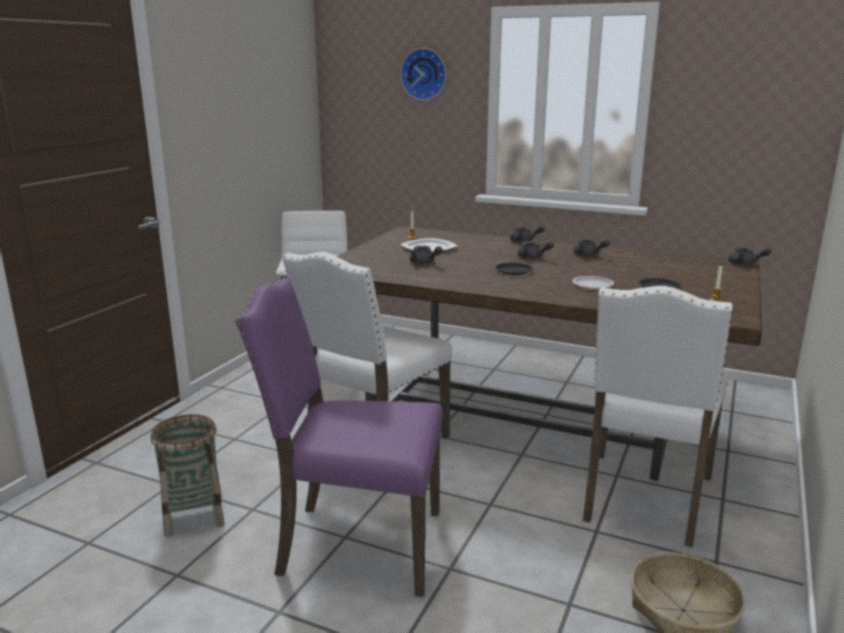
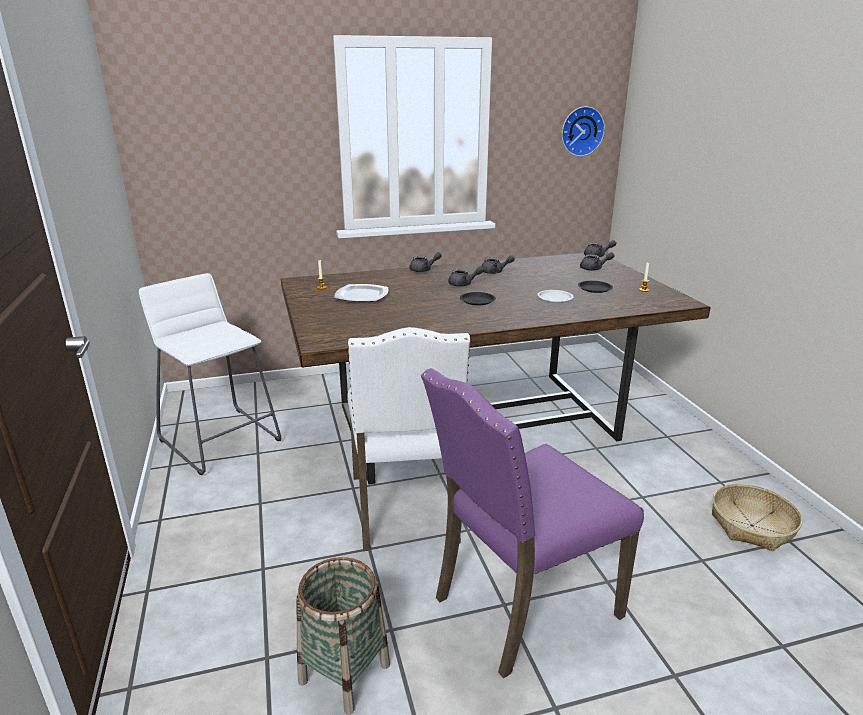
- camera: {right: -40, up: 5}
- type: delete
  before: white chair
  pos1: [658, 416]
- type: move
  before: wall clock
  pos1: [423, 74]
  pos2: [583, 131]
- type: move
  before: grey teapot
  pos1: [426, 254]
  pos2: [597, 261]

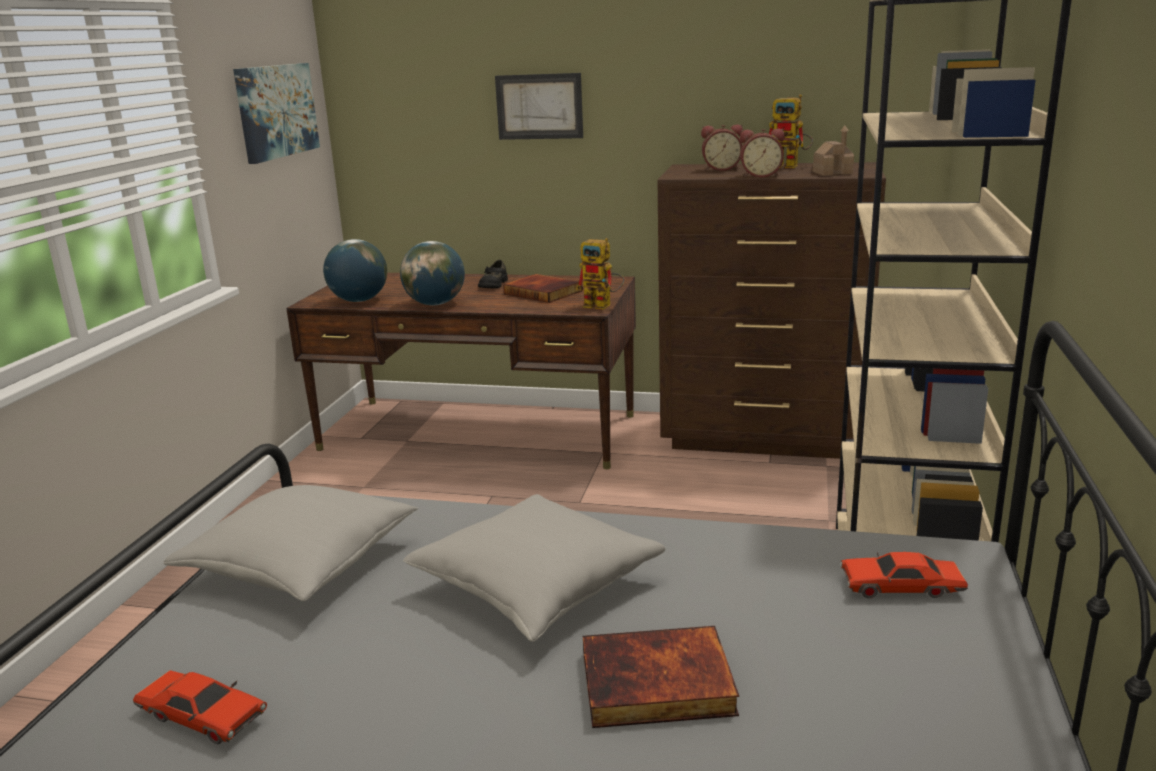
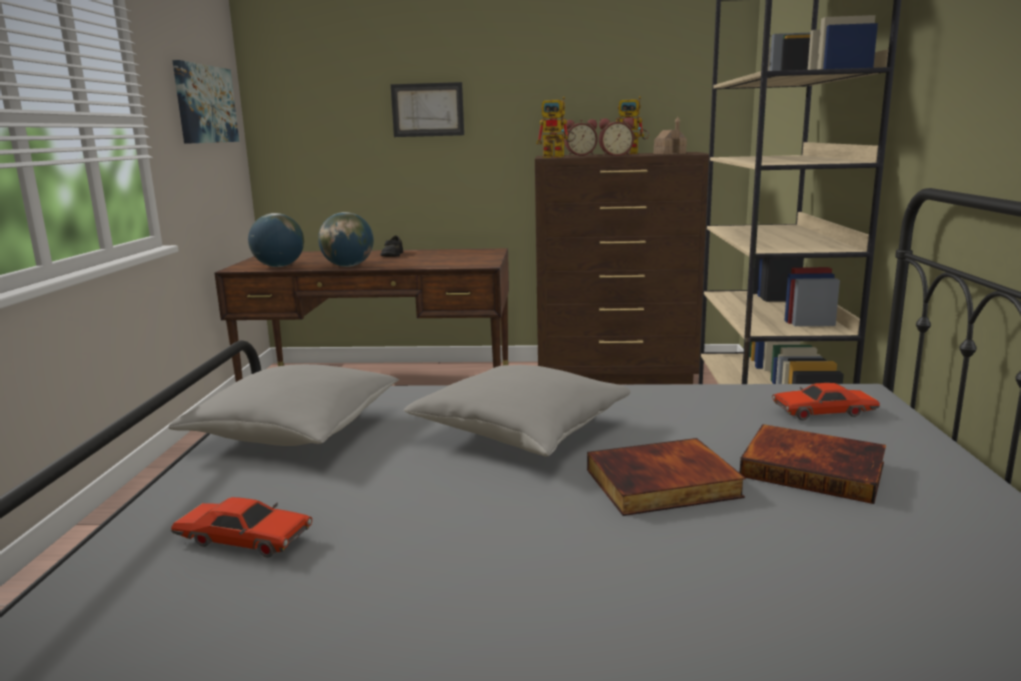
- camera: {right: -10, up: -5}
- type: move
  before: book
  pos1: [542, 288]
  pos2: [813, 464]
- type: move
  before: toy robot
  pos1: [600, 274]
  pos2: [556, 127]

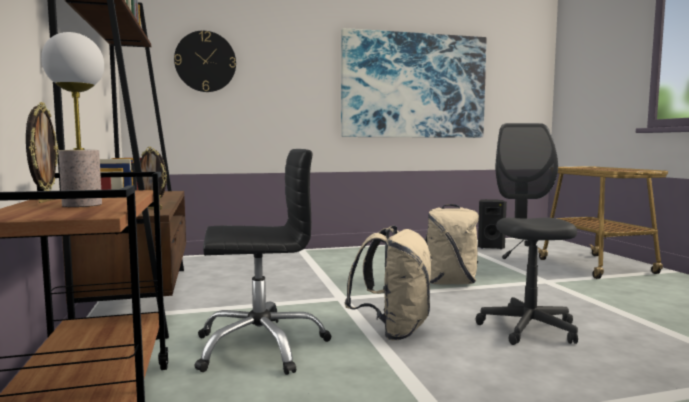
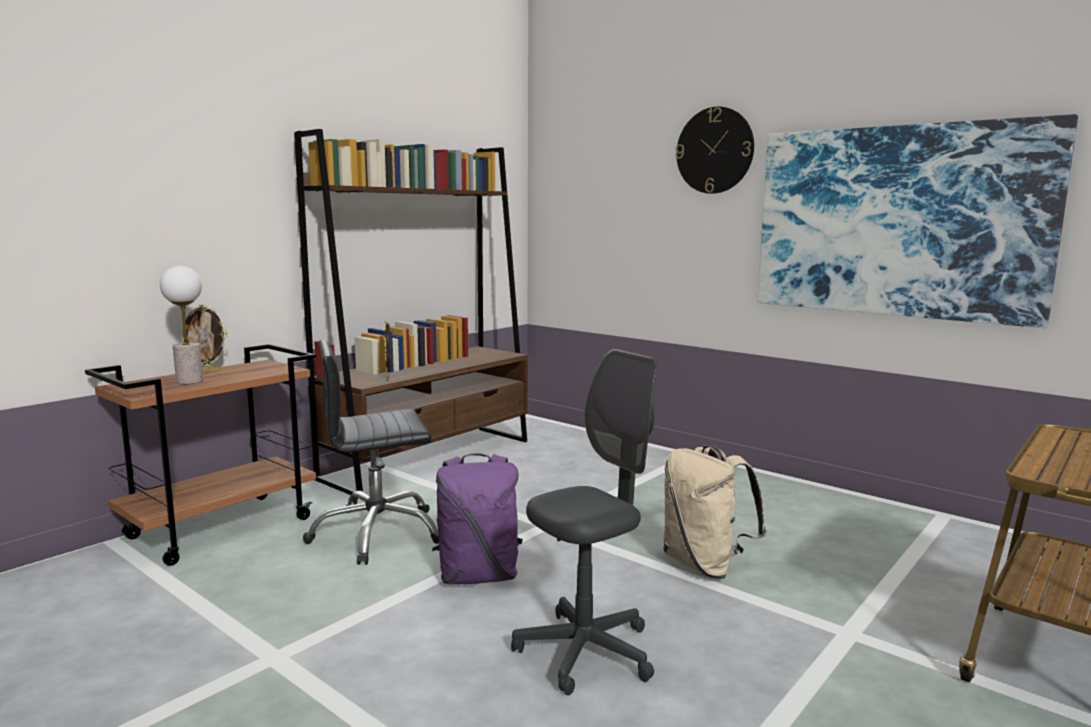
- camera: {right: 55, up: 5}
- type: delete
  before: black speaker
  pos1: [492, 224]
- type: move
  before: wall clock
  pos1: [205, 61]
  pos2: [715, 150]
- type: recolor
  before: beige backpack
  after: purple backpack
  pos1: [388, 282]
  pos2: [477, 518]
- type: rotate
  before: black office chair
  pos1: [263, 262]
  pos2: [371, 452]
  turn: 120

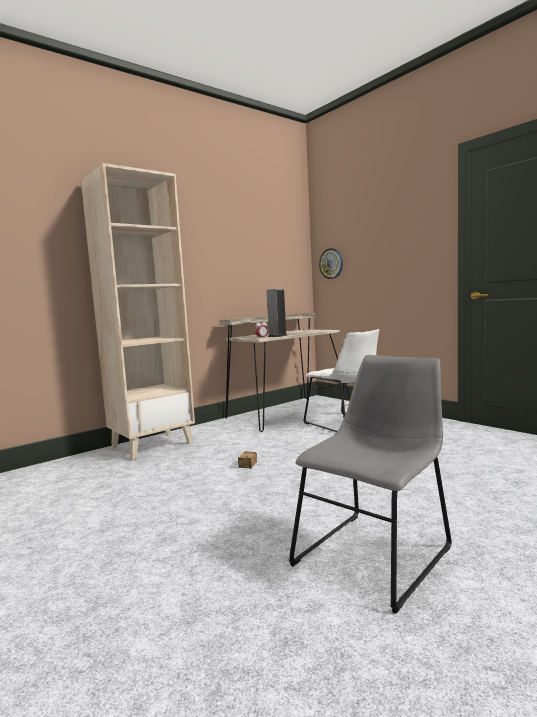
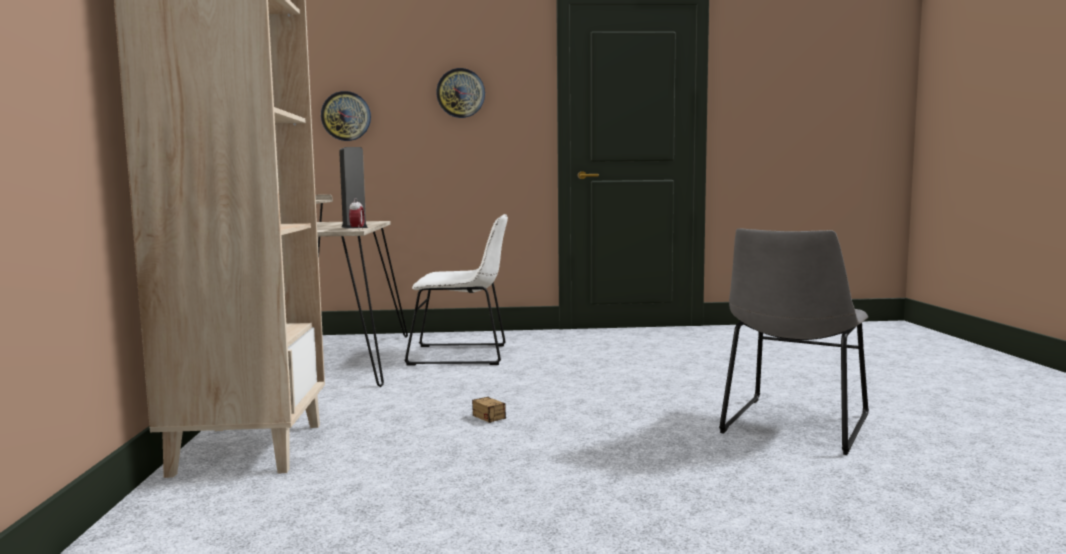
- camera: {right: -55, up: 0}
- type: insert
  after: wall clock
  pos2: [460, 93]
- type: rotate
  before: grey chair
  pos1: [370, 484]
  pos2: [794, 341]
  turn: -135

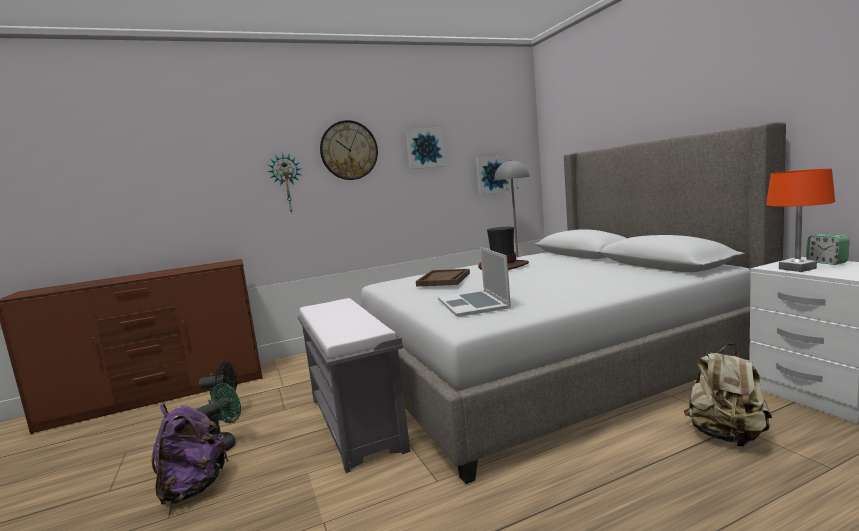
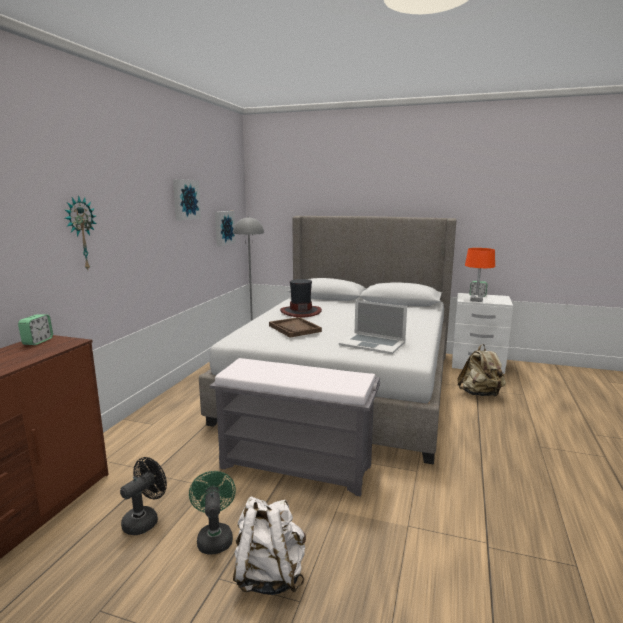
- camera: {right: -50, up: 5}
- type: delete
  before: wall clock
  pos1: [349, 150]
- type: insert
  after: alarm clock
  pos2: [35, 329]
- type: recolor
  before: purple backpack
  after: white backpack
  pos1: [190, 454]
  pos2: [269, 545]

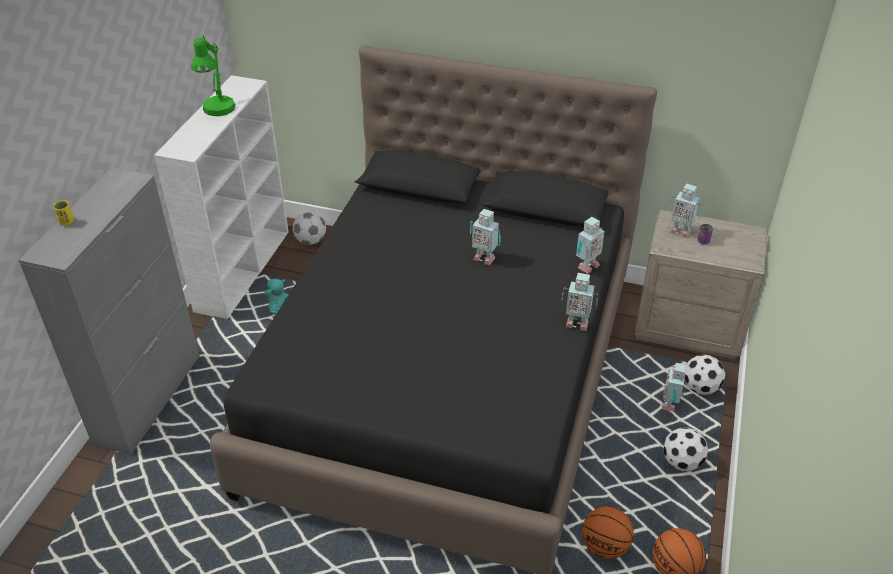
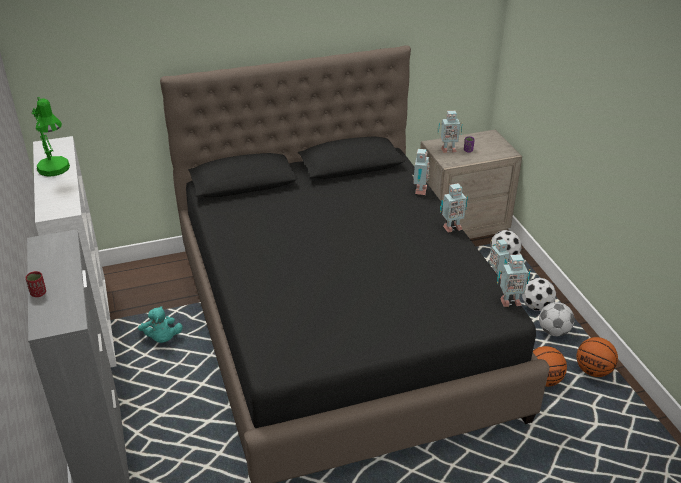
- camera: {right: -35, up: -5}
- type: move
  before: football
  pos1: [309, 228]
  pos2: [556, 319]
- type: move
  before: toy robot
  pos1: [485, 237]
  pos2: [514, 280]
- type: recolor
  before: yellow cup
  after: red cup
  pos1: [63, 212]
  pos2: [36, 284]

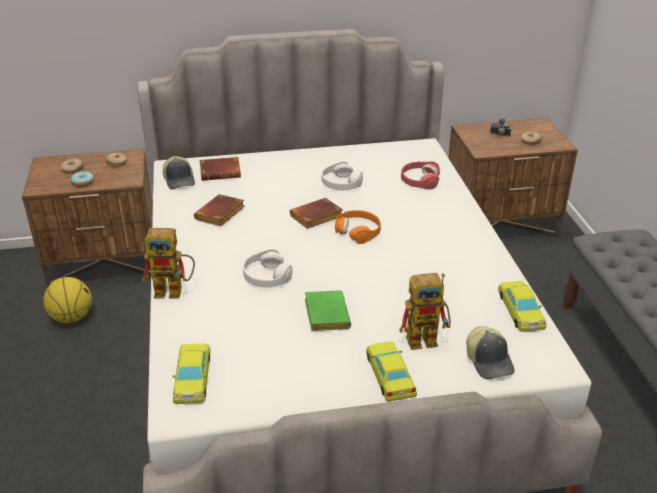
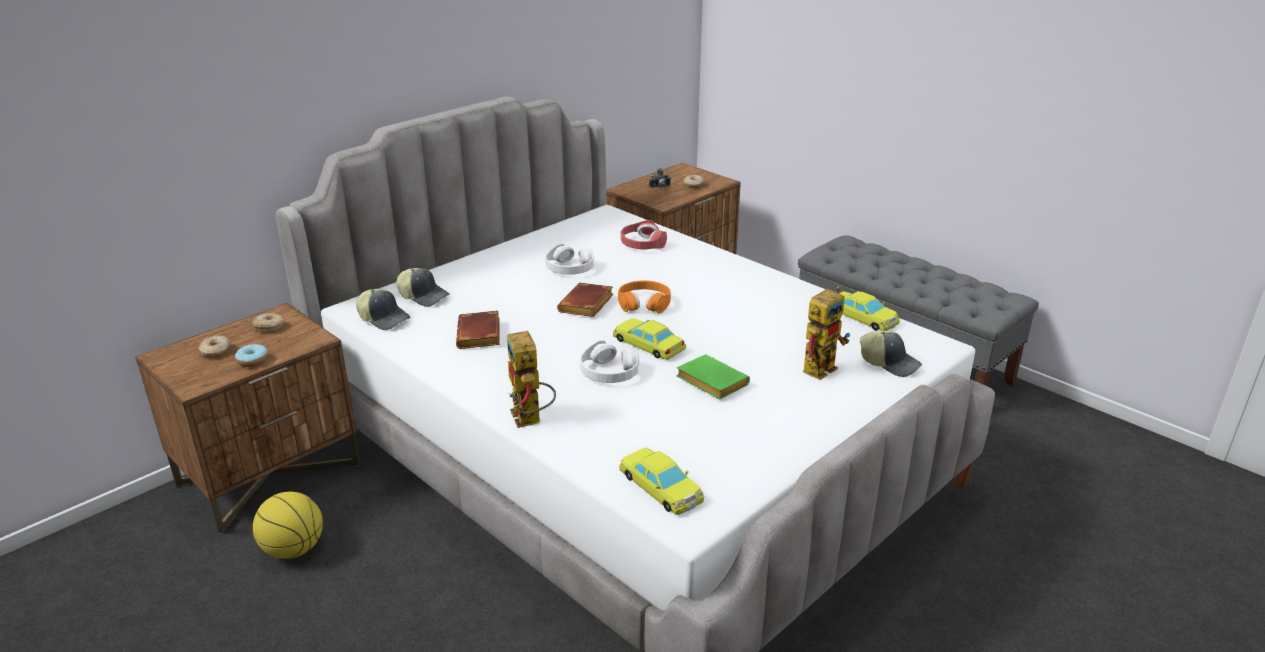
- camera: {right: -35, up: -5}
- type: move
  before: yellow toy car
  pos1: [391, 372]
  pos2: [649, 339]
- type: replace
  before: brown book
  after: cap
  pos1: [220, 169]
  pos2: [423, 287]
- type: rotate
  before: toy robot
  pos1: [169, 263]
  pos2: [531, 379]
  turn: 105

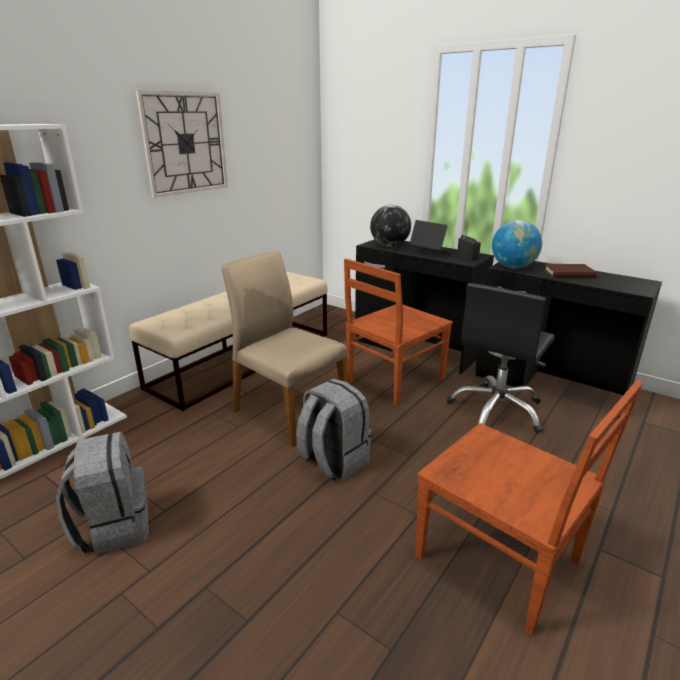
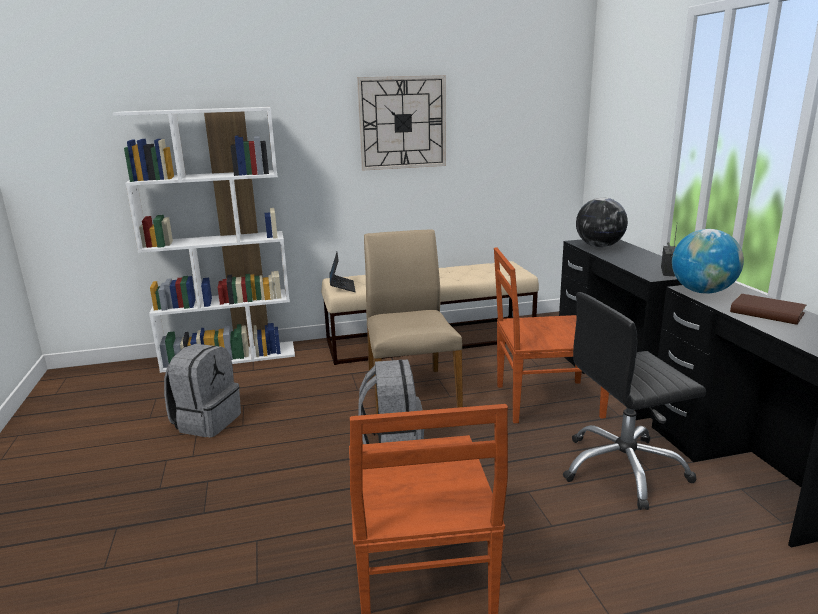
- camera: {right: 40, up: -5}
- type: move
  before: laptop
  pos1: [430, 237]
  pos2: [342, 272]

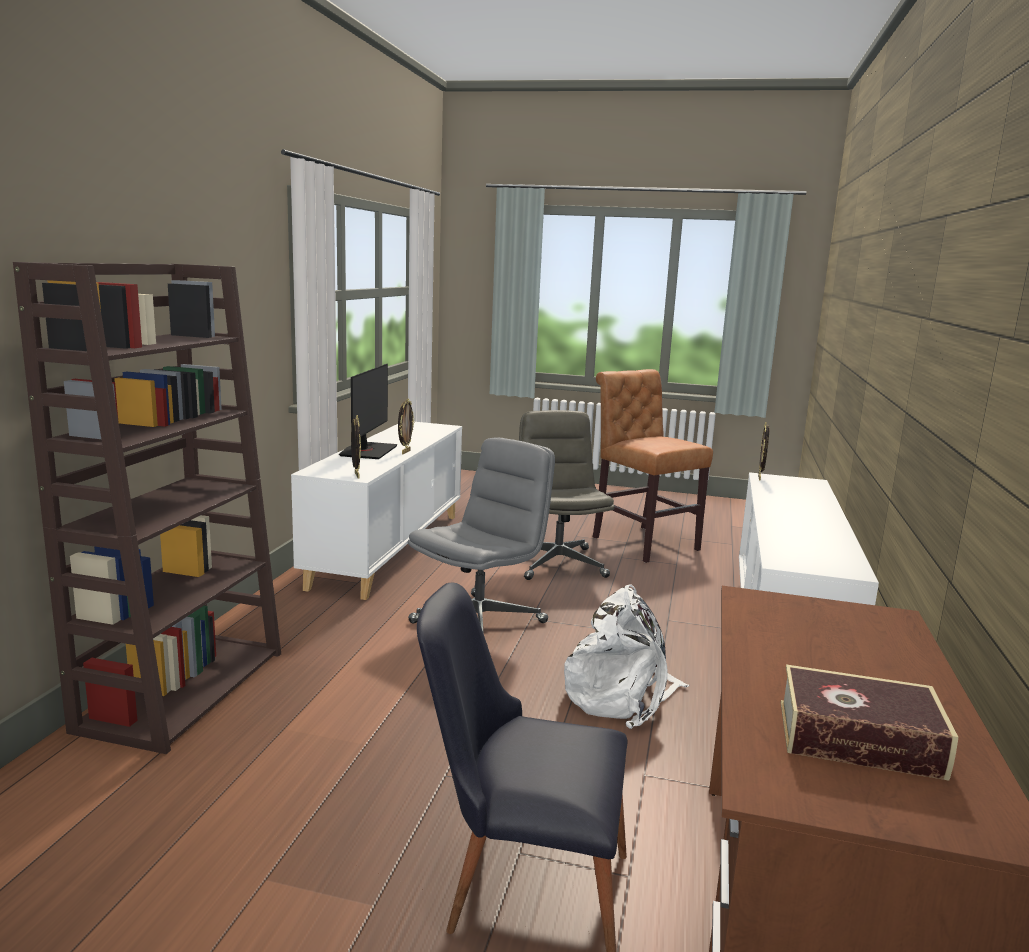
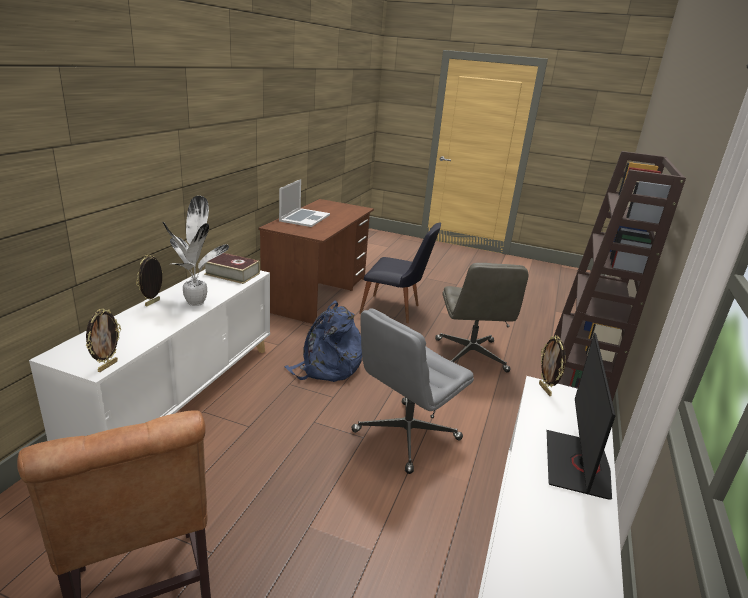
- camera: {right: -175, up: 10}
- type: insert
  after: potted plant
  pos2: [195, 251]
- type: insert
  after: laptop
  pos2: [304, 203]
- type: move
  before: picture frame
  pos1: [406, 426]
  pos2: [149, 280]
- type: move
  before: grey office chair
  pos1: [566, 495]
  pos2: [481, 317]
- type: move
  before: book
  pos1: [869, 722]
  pos2: [232, 268]
- type: recolor
  before: white backpack
  after: blue backpack
  pos1: [627, 657]
  pos2: [323, 341]

